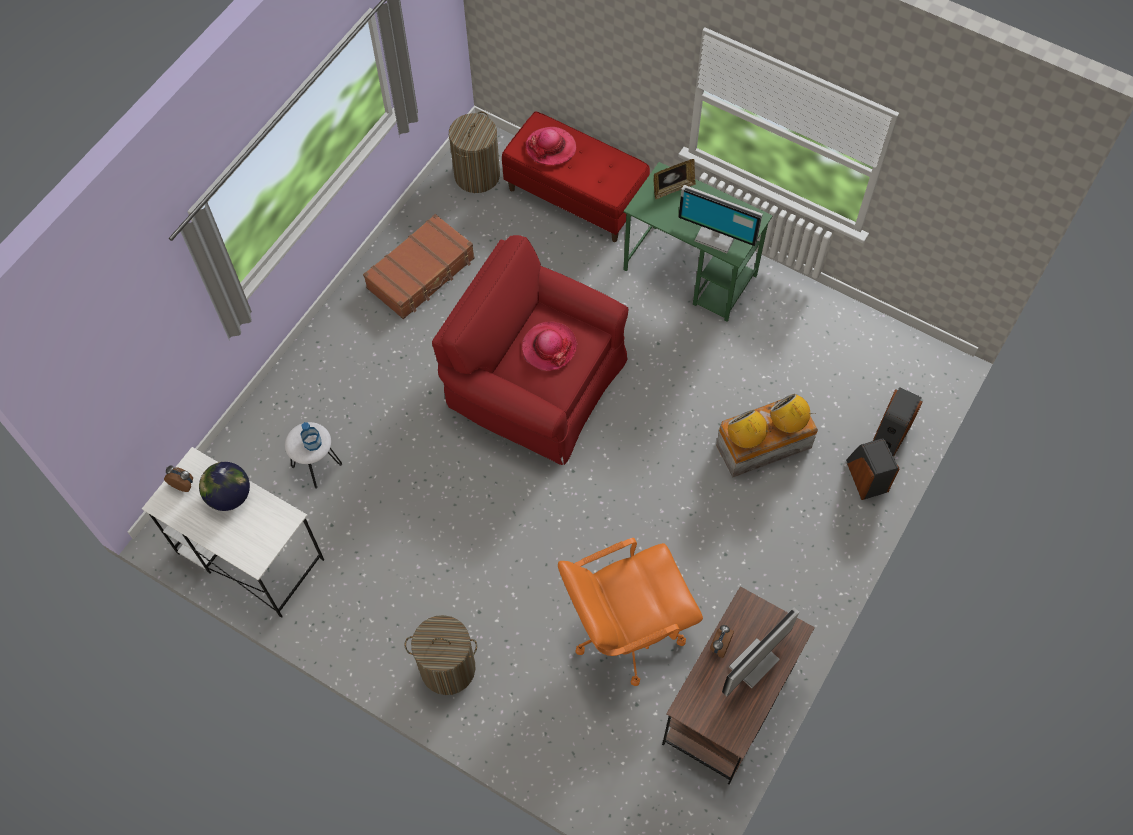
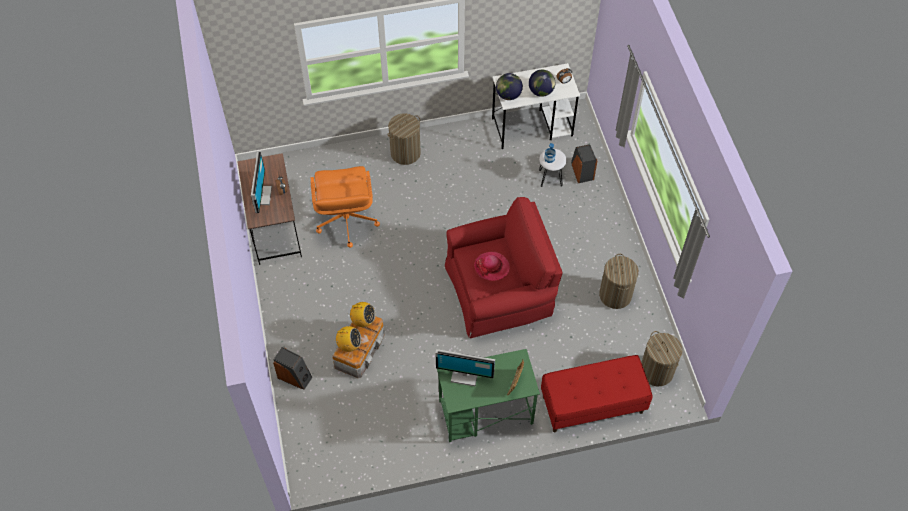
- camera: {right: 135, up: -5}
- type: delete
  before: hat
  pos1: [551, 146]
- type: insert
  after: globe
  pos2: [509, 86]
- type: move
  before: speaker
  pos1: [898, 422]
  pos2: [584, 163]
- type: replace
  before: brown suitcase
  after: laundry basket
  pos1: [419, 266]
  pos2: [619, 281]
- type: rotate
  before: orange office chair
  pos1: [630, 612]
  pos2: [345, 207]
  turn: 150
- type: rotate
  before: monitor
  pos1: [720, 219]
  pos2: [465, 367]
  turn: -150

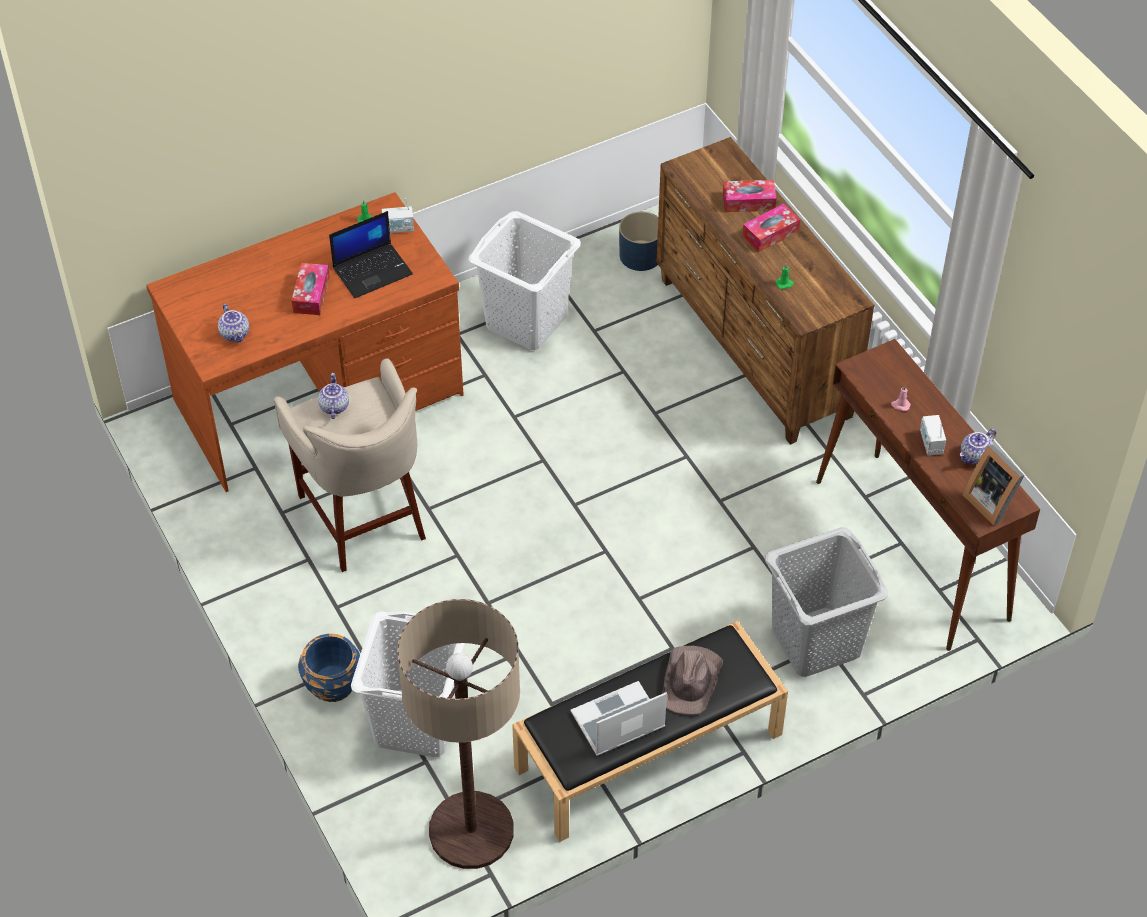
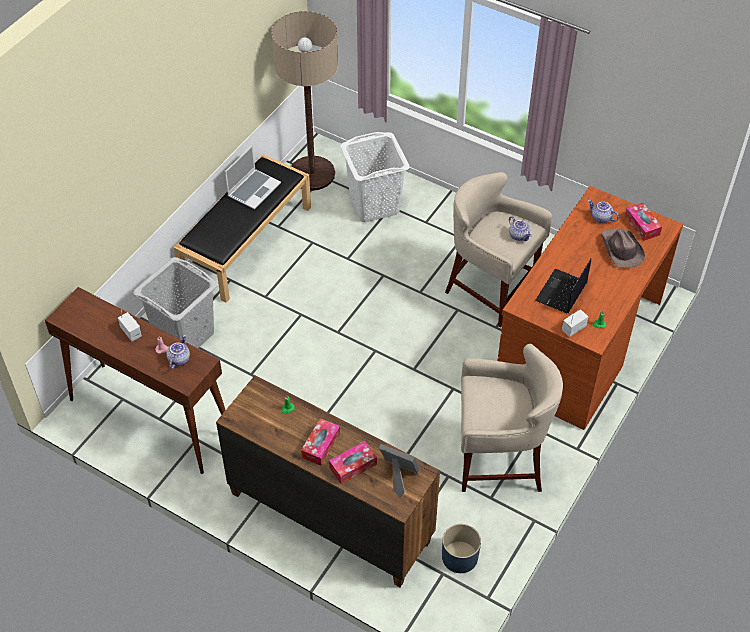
- camera: {right: 150, up: 0}
- type: delete
  before: blue planter
  pos1: [329, 667]
- type: move
  before: tissue box
  pos1: [310, 289]
  pos2: [643, 222]
- type: move
  before: brown hat
  pos1: [692, 680]
  pos2: [623, 248]
- type: move
  before: teapot
  pos1: [978, 446]
  pos2: [178, 352]
- type: move
  before: picture frame
  pos1: [993, 485]
  pos2: [399, 470]
- type: replace
  before: white laundry basket
  after: beige stool
  pos1: [524, 280]
  pos2: [512, 418]

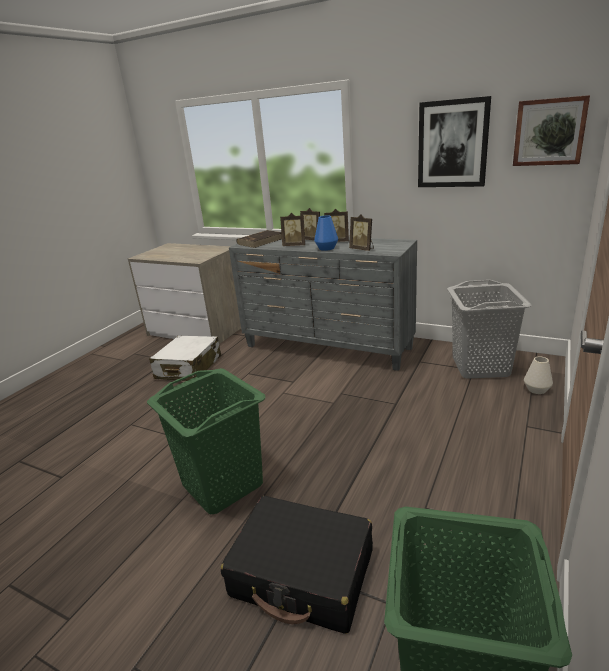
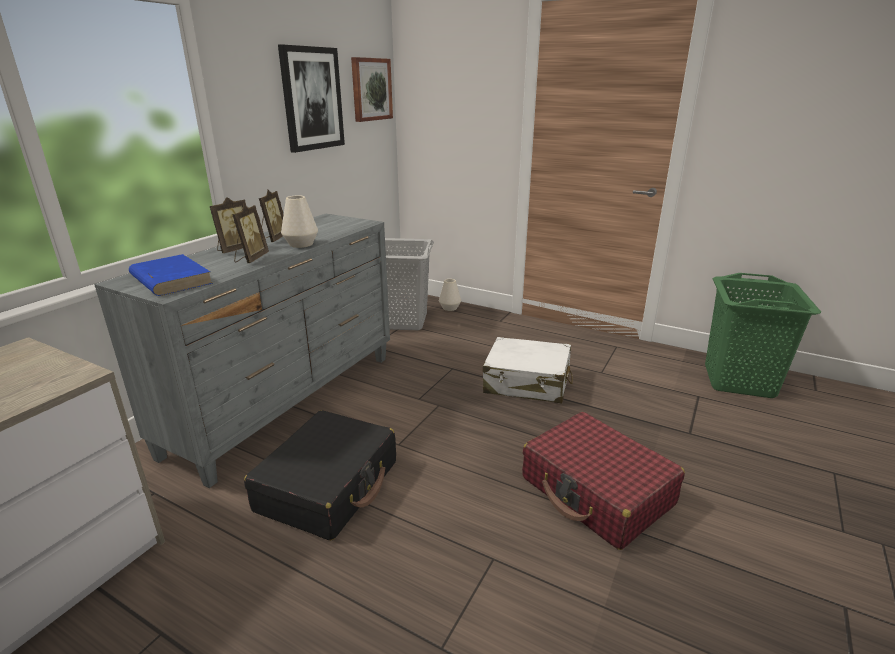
- camera: {right: -90, up: 0}
- type: delete
  before: picture frame
  pos1: [361, 232]
- type: move
  before: white suitcase
  pos1: [185, 358]
  pos2: [527, 370]
- type: move
  before: black suitcase
  pos1: [297, 565]
  pos2: [320, 475]
- type: replace
  before: green laundry basket
  after: red suitcase
  pos1: [206, 441]
  pos2: [603, 481]
- type: recolor
  before: brown book
  after: blue book
  pos1: [259, 239]
  pos2: [171, 275]
- type: recolor
  before: blue vase
  after: white vase
  pos1: [326, 233]
  pos2: [299, 221]

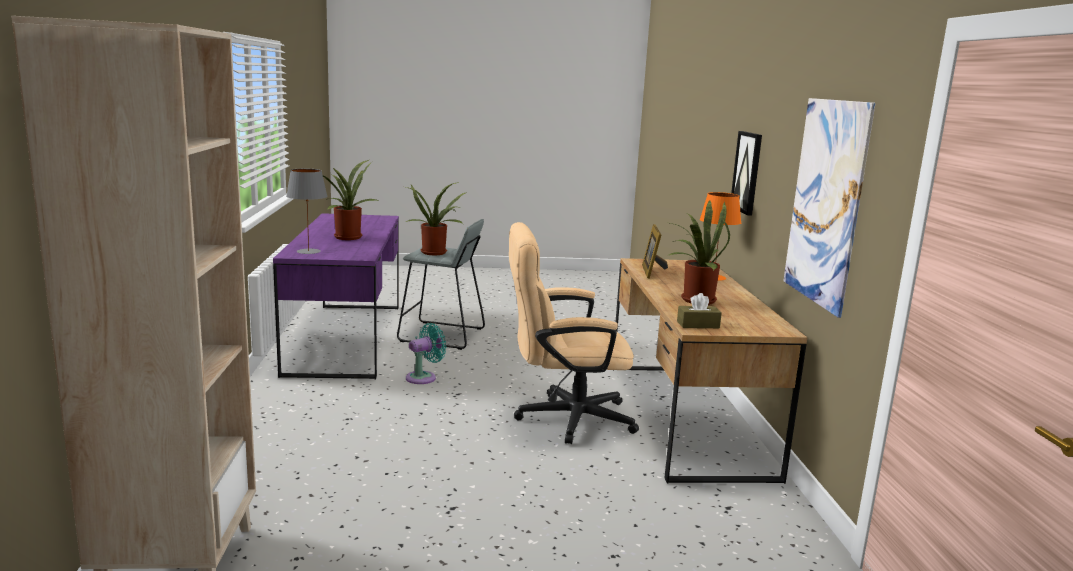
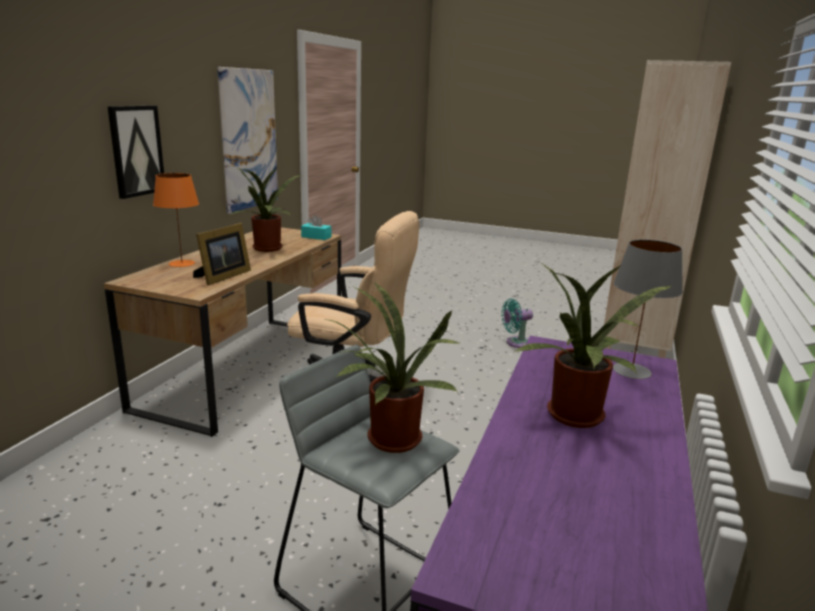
- camera: {right: -155, up: 5}
- type: move
  before: turquoise fan
  pos1: [426, 353]
  pos2: [517, 323]
- type: recolor
  before: brown tissue box
  after: turquoise tissue box
  pos1: [699, 310]
  pos2: [316, 227]

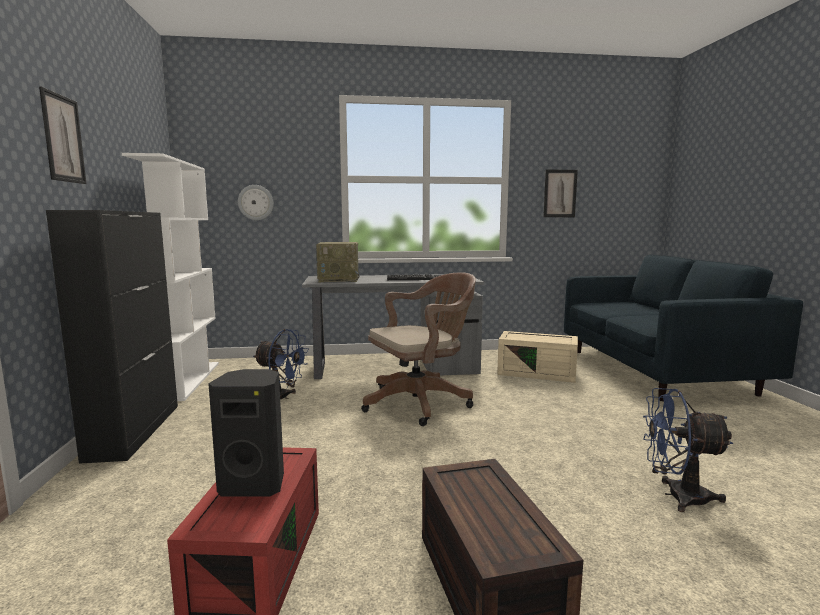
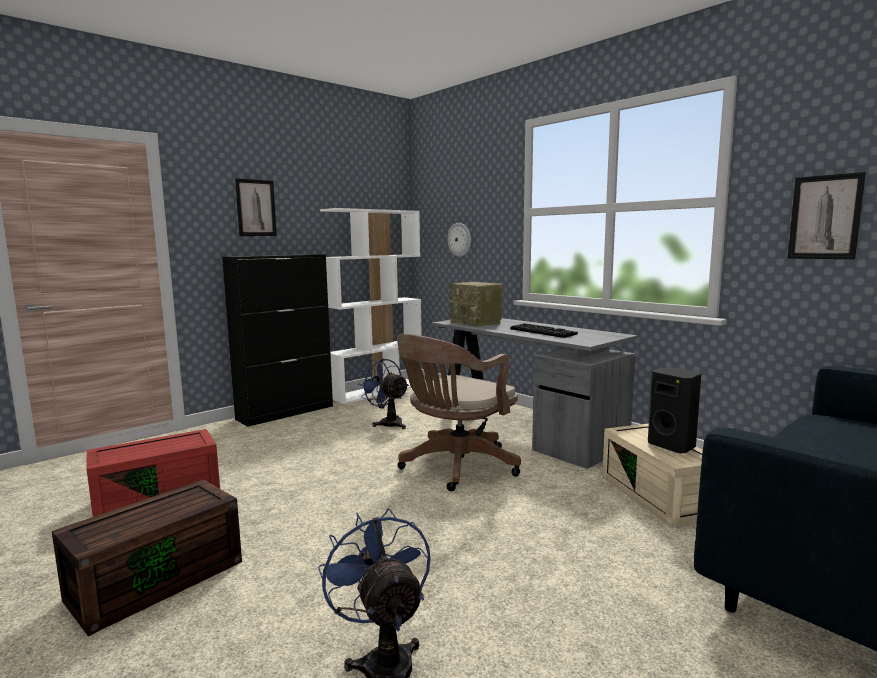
- camera: {right: 55, up: 0}
- type: move
  before: black speaker
  pos1: [246, 433]
  pos2: [674, 410]
- type: rotate
  before: blue fan
  pos1: [281, 364]
  pos2: [383, 394]
  turn: 150
- type: rotate
  before: brown office chair
  pos1: [418, 349]
  pos2: [459, 413]
  turn: 105

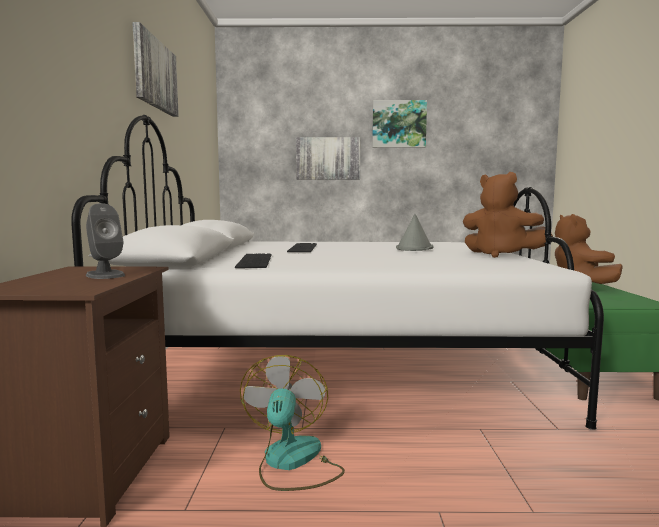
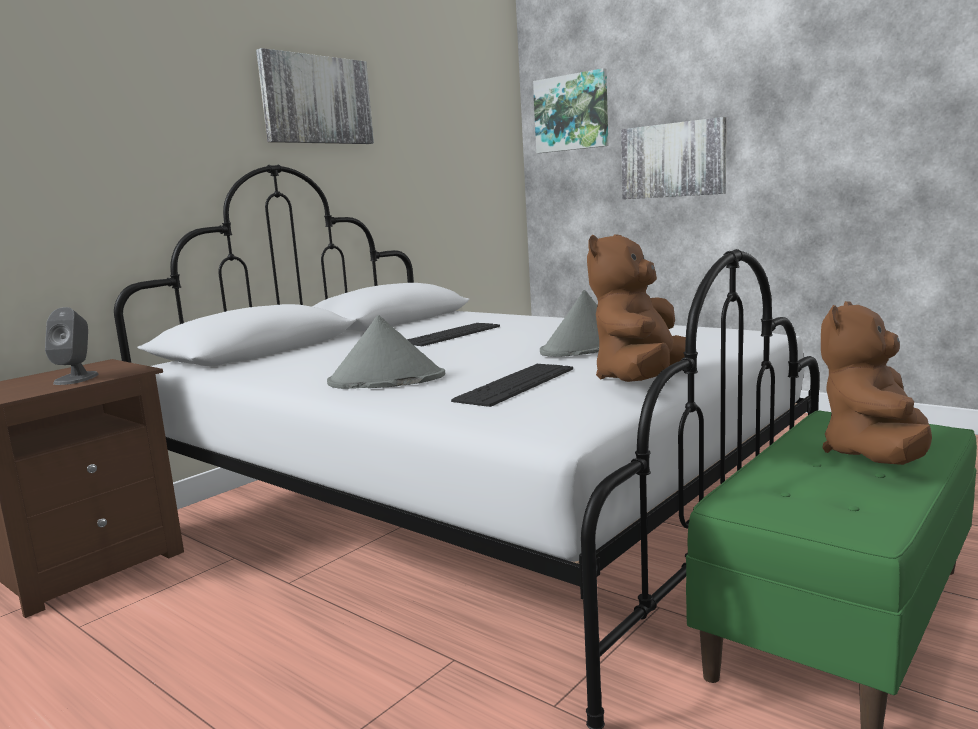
- camera: {right: 40, up: 5}
- type: delete
  before: fan
  pos1: [292, 423]
- type: insert
  after: grey hat
  pos2: [386, 352]
- type: move
  before: keyboard
  pos1: [253, 260]
  pos2: [512, 385]
- type: move
  before: picture
  pos1: [399, 124]
  pos2: [570, 110]
- type: rotate
  before: brown plush toy
  pos1: [508, 215]
  pos2: [636, 308]
  turn: 45

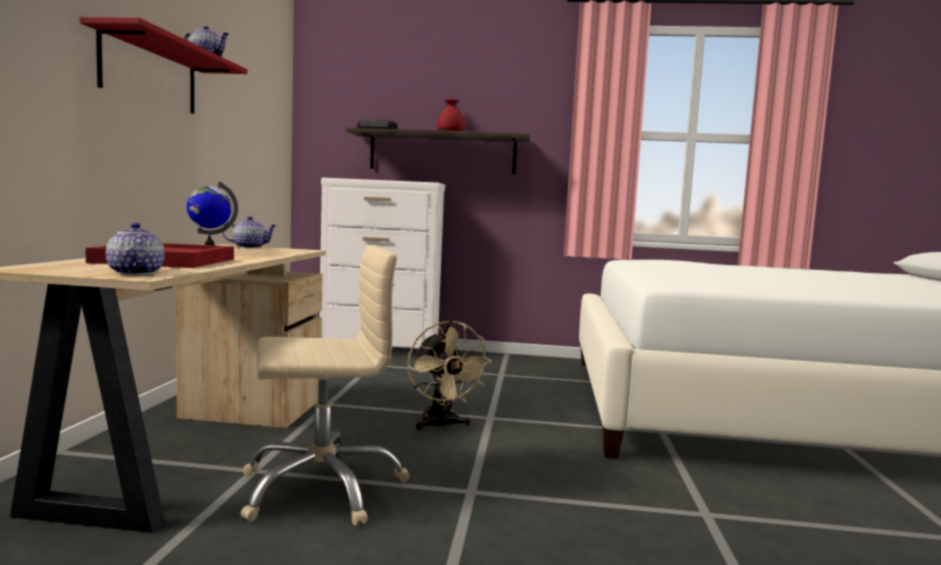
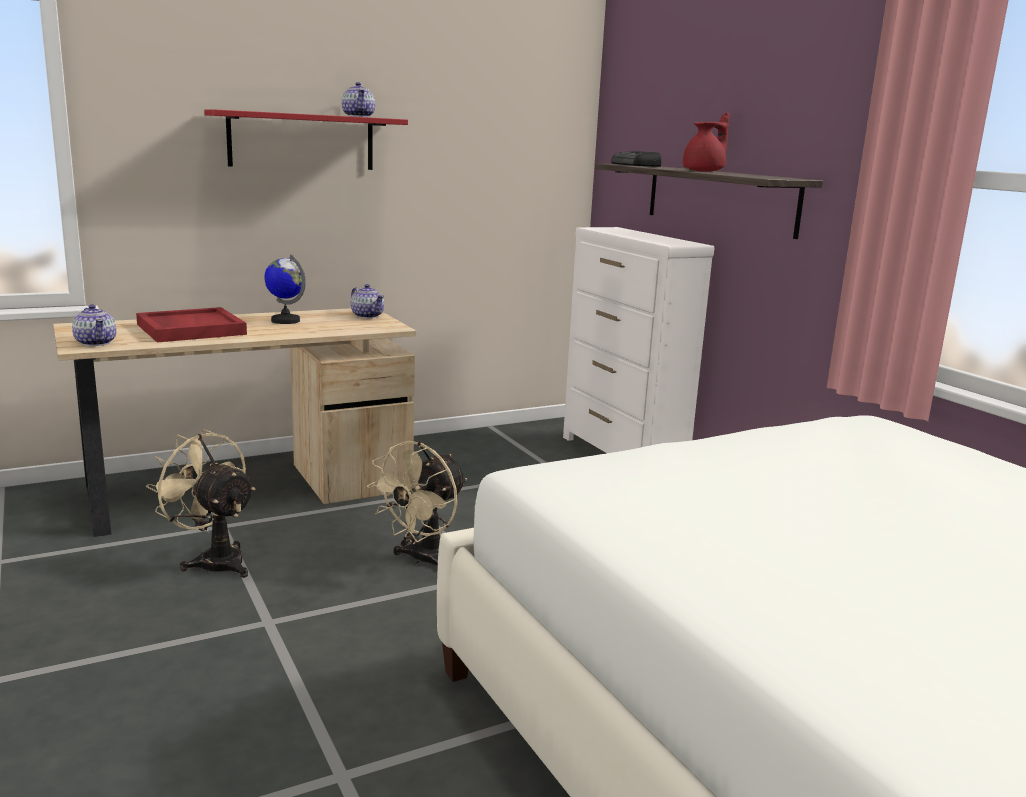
- camera: {right: 55, up: 10}
- type: replace
  before: beige office chair
  after: beige fan
  pos1: [325, 385]
  pos2: [201, 503]
- type: rotate
  before: teapot
  pos1: [135, 249]
  pos2: [94, 325]
  turn: 120

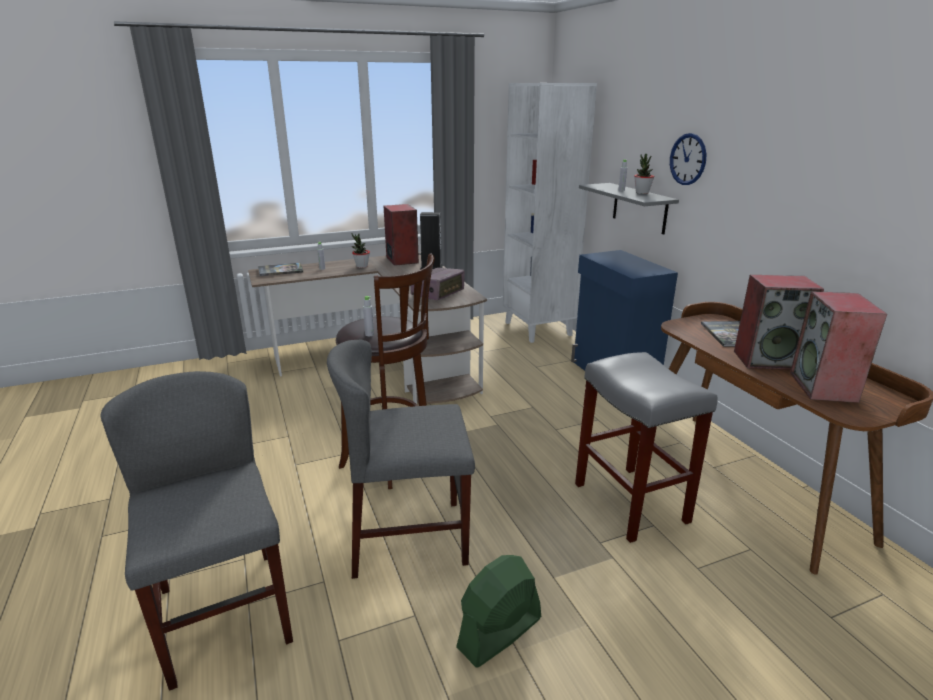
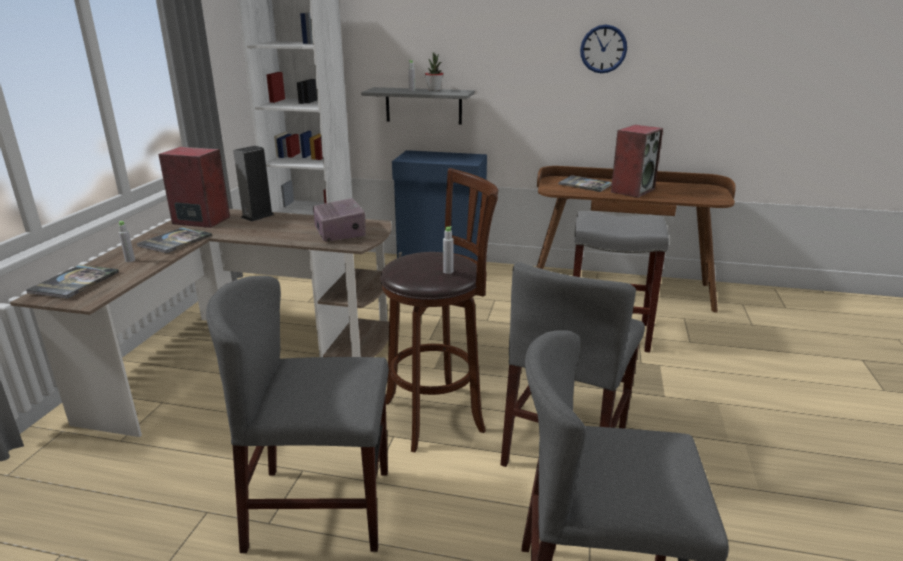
- camera: {right: -55, up: 0}
- type: delete
  before: green fan
  pos1: [498, 611]
- type: delete
  before: speaker
  pos1: [838, 347]
- type: insert
  after: grey chair
  pos2: [297, 414]
- type: move
  before: wall clock
  pos1: [688, 159]
  pos2: [603, 49]
- type: replace
  before: potted plant
  after: book
  pos1: [361, 250]
  pos2: [174, 240]

